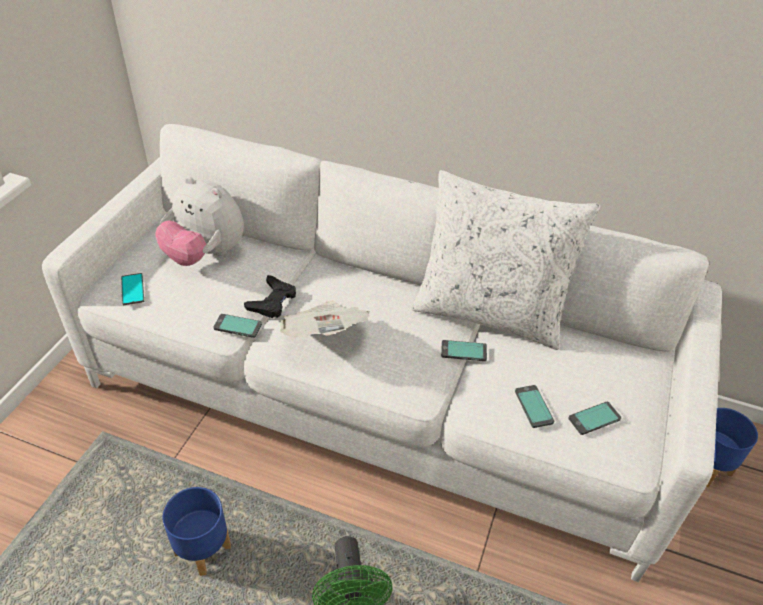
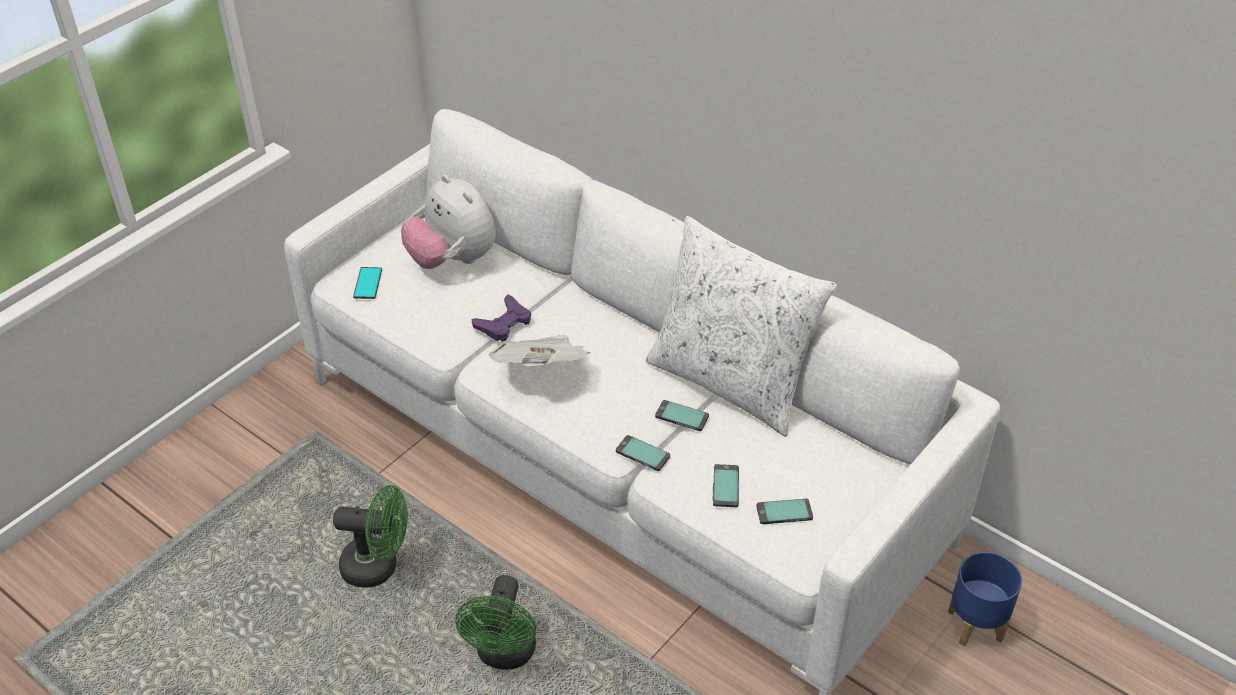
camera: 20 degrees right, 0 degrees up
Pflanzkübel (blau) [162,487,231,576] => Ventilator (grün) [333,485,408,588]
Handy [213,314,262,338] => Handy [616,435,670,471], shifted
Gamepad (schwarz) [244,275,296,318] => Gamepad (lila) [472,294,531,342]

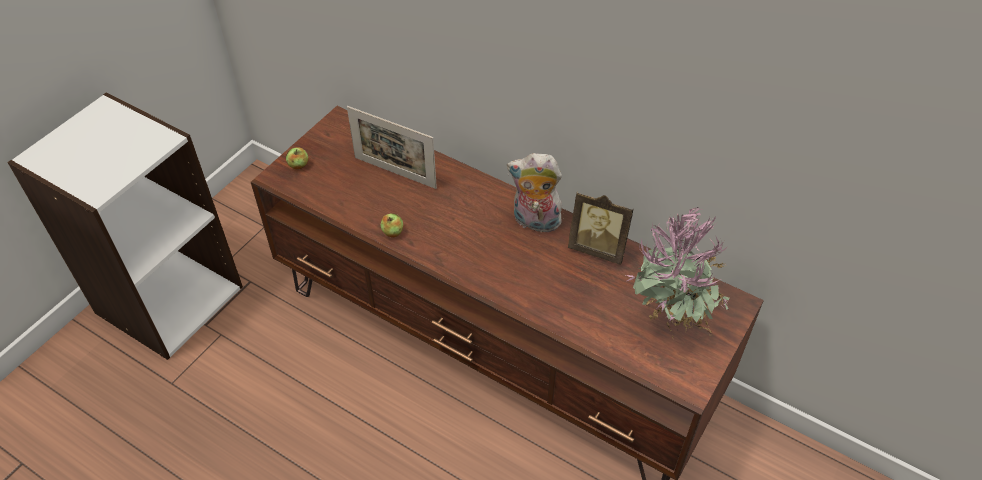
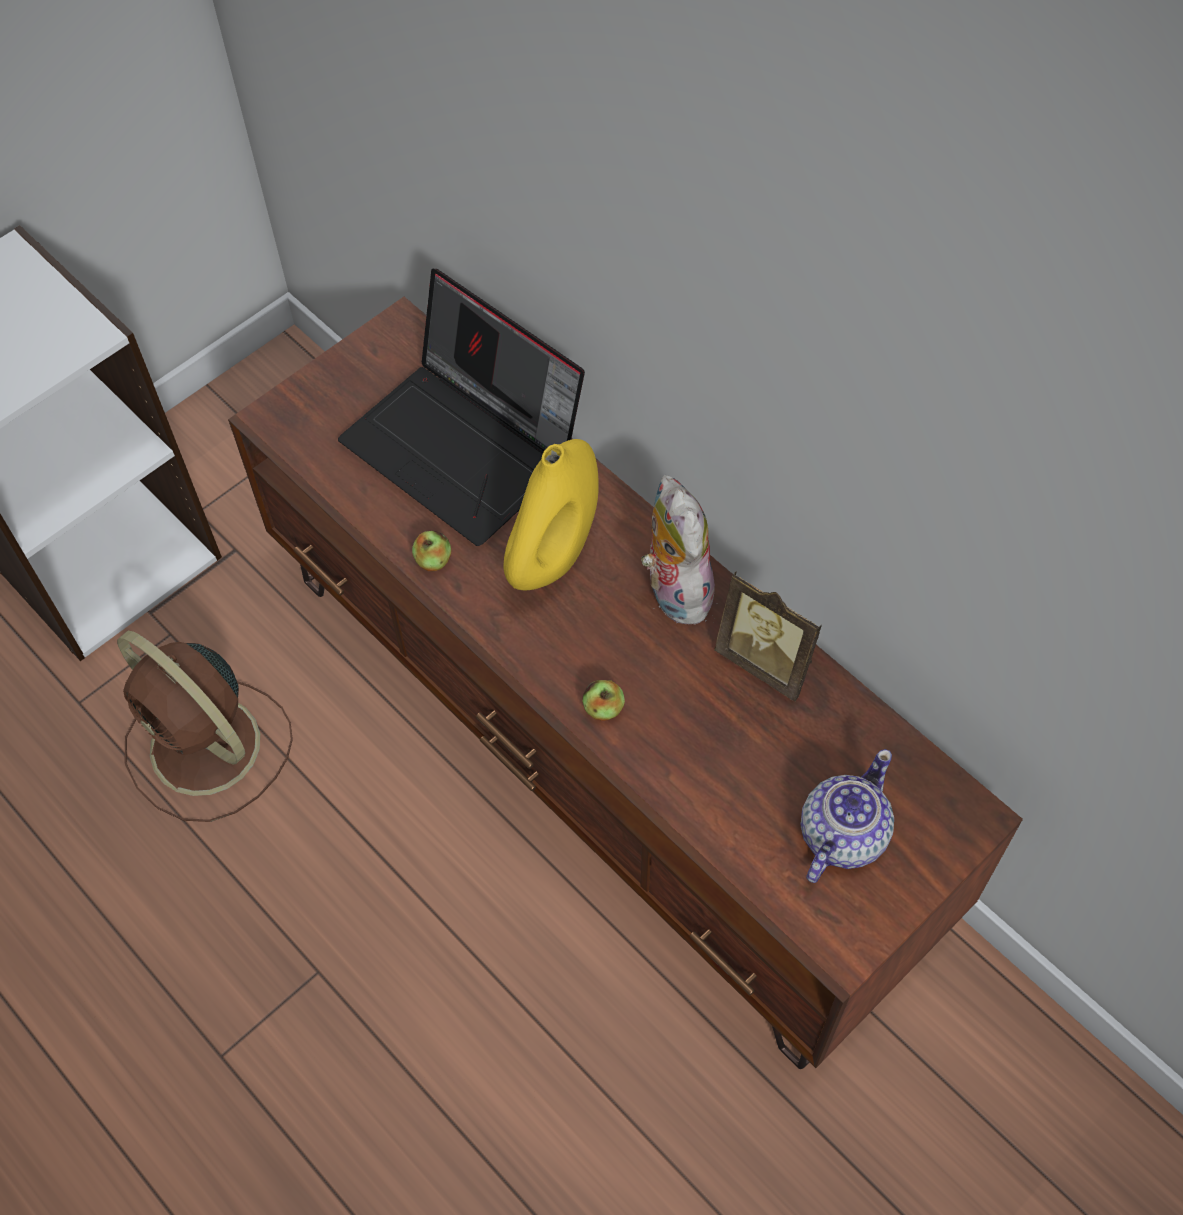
camera: 15 degrees right, 10 degrees up
Apfel [286,147,308,169] => Apfel [582,680,625,721], shifted
Bilderrahmen [347,106,437,189] => Laptop [338,269,585,546]
Plüschtier [507,153,562,232] => Plüschtier [641,475,715,624], 45 degrees clockwise
Topfpflanze [626,207,730,338] => Teekanne [801,749,894,883]
nothing => Ventilator (braun) [117,631,293,822]
nothing => Vase (gelb) [503,439,599,590]

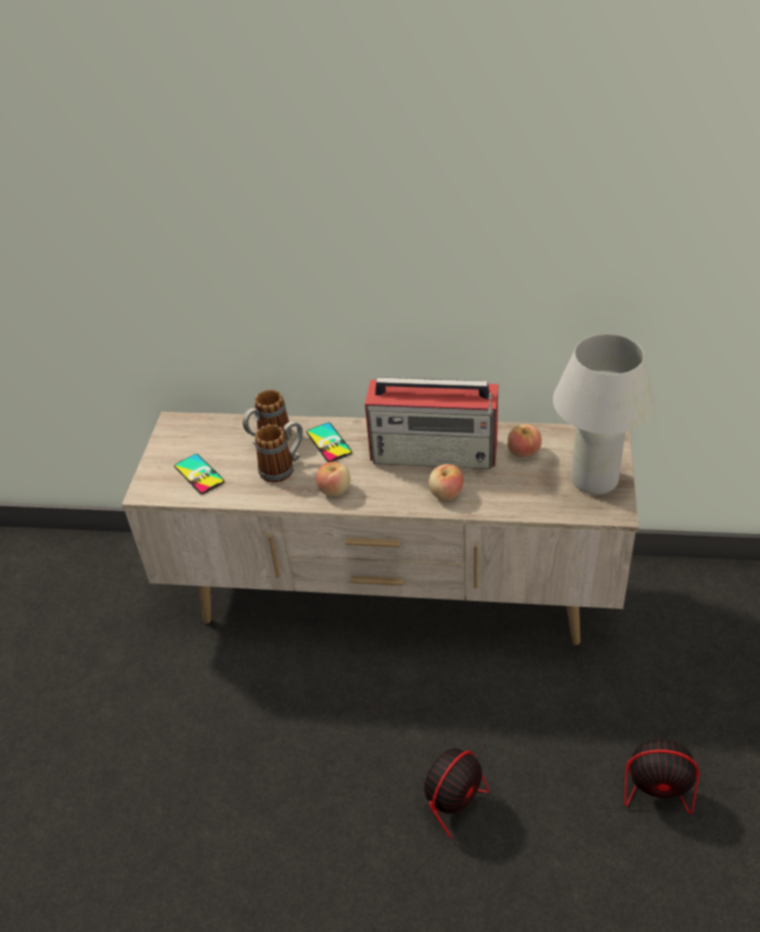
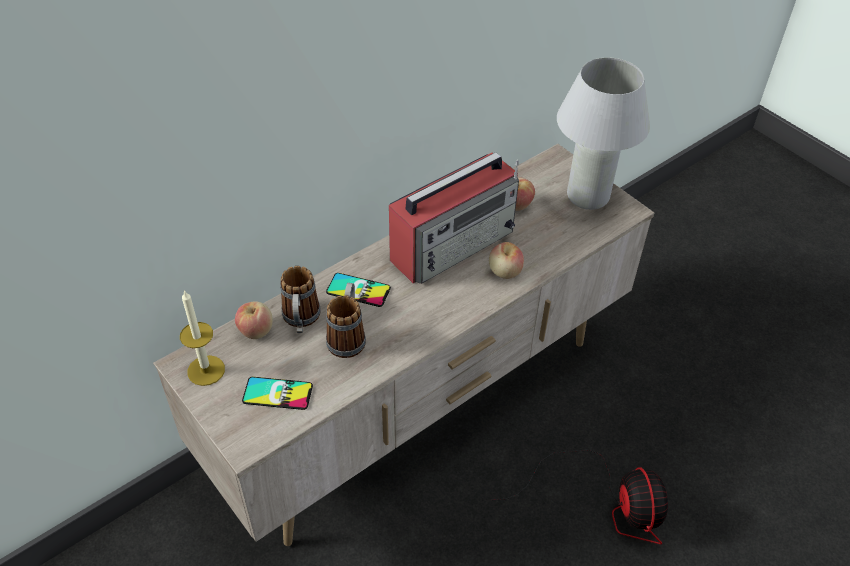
camera: 50 degrees left, 5 degrees up
Apfel [316,462,351,496] => Apfel [235,302,273,339], shifted
Ventilator [624,674,750,814] => nothing
nothing => Kerze [180,290,225,386]

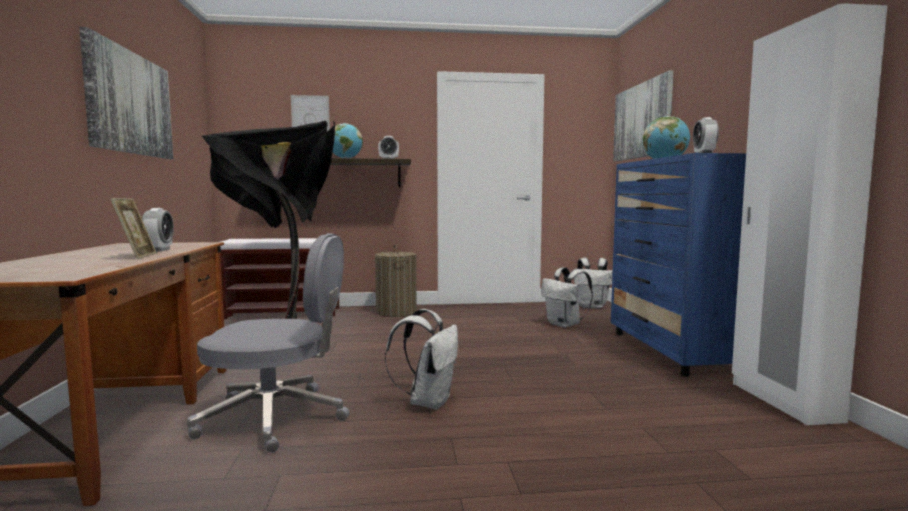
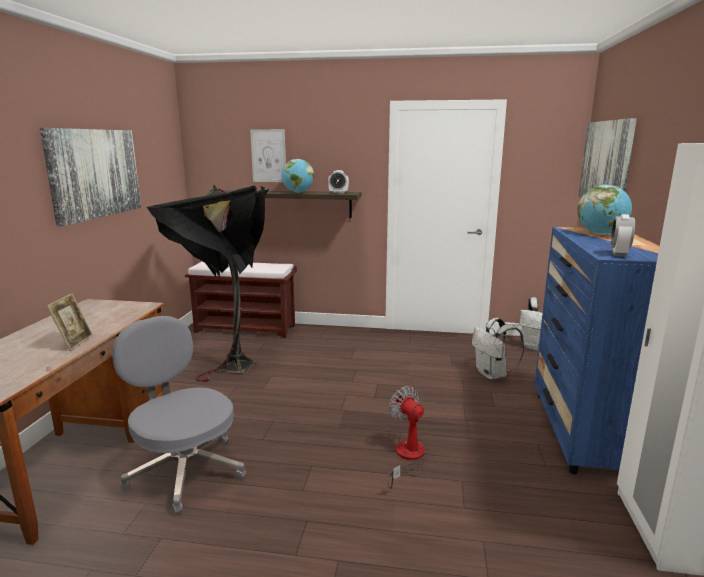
camera: 15 degrees right, 10 degrees up
Wecker [142,208,174,252] => nothing
Bürostuhl (grau) [187,233,350,453] => Bürostuhl (grau) [112,316,246,514], 150 degrees counterclockwise
Wäschekorb [375,244,417,317] => nothing
Rucksack (weiß) [385,309,458,410] => nothing
nothing => Ventilator [387,386,425,489]

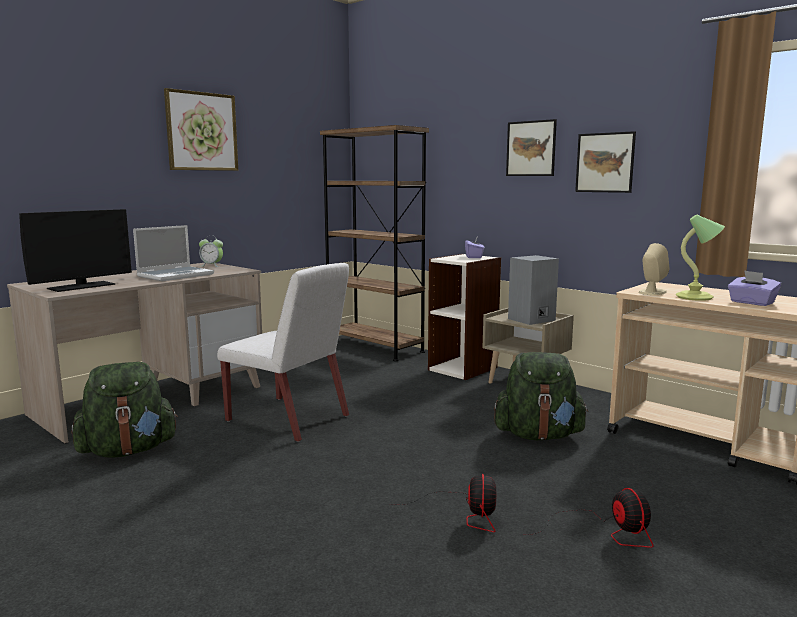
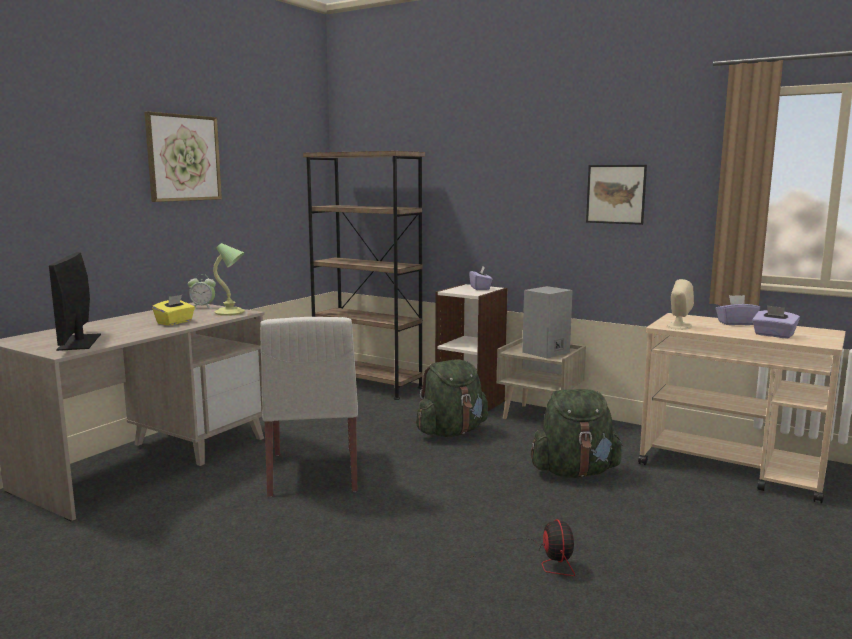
camera: 10 degrees left, 0 degrees up
Monitor [19,209,132,292] => Monitor [49,252,101,351], 135 degrees clockwise
Rucksack (grün) [71,362,178,457] => Rucksack (grün) [416,359,488,437], shifted
Laptop [133,225,214,281] => Taschentuchbox (gelb) [152,295,195,326]
Stuhl (weiß) [217,263,349,442] => Stuhl (weiß) [260,317,358,497], 60 degrees clockwise
Bild [506,119,557,176] => nothing
Ventilator [525,488,653,548] => nothing
Tischlampe [676,215,725,301] => Tischlampe [213,243,245,316], shifted
nothing => Taschentuchbox (lila) [716,295,760,325]

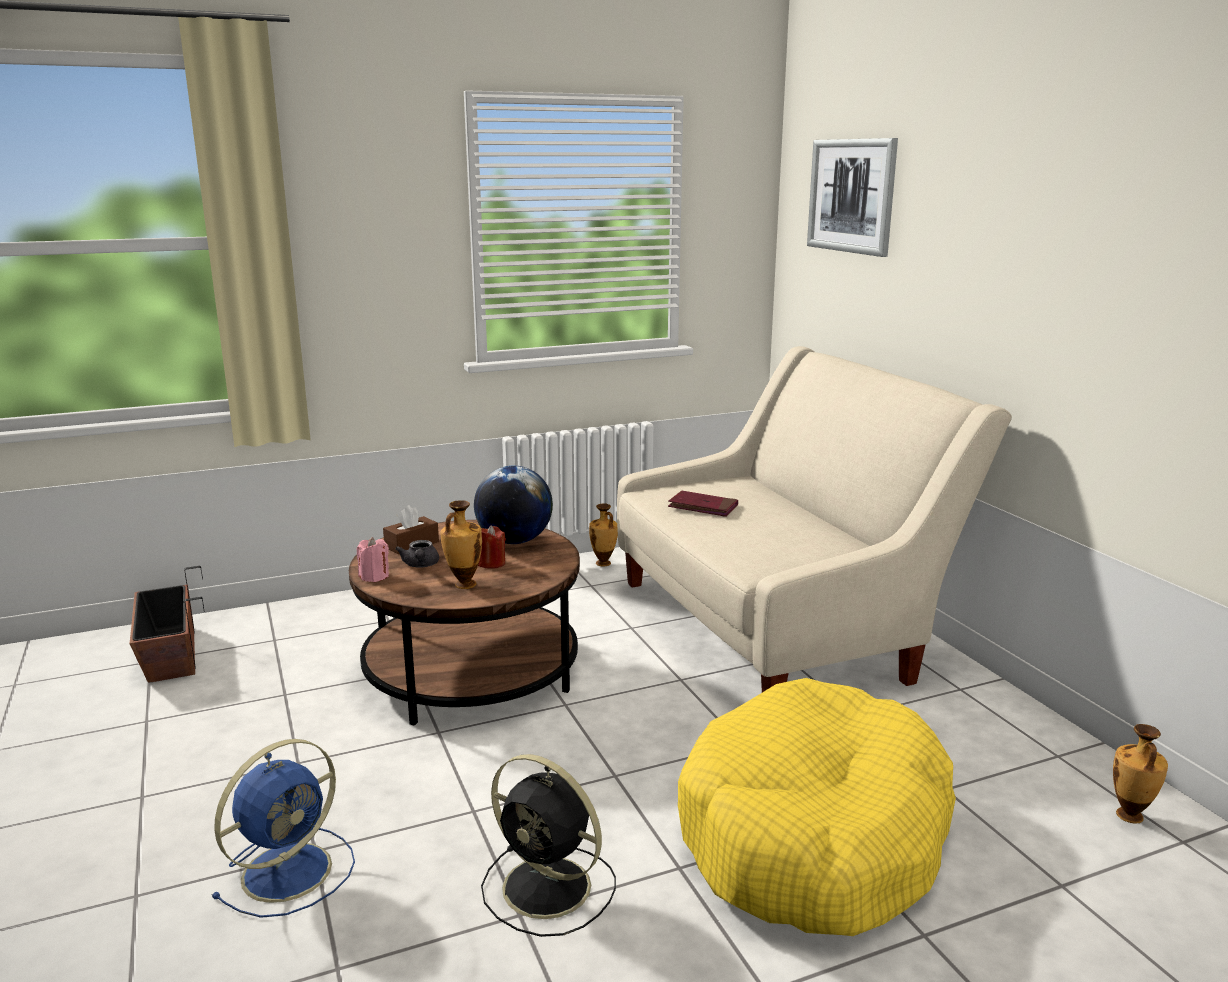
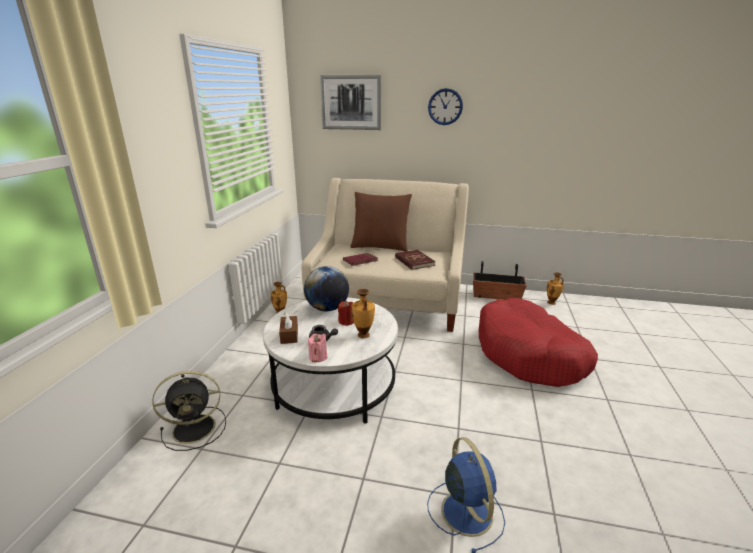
camera: 55 degrees left, 5 degrees up
Pflanzkübel [130,566,204,683] => Pflanzkübel [473,261,527,300], shifted
Couchtisch (braun) [349,520,580,726] => Couchtisch (weiß) [263,297,398,424]
Ventilator (schwarz) [481,754,616,937] => Ventilator (schwarz) [152,371,226,451], shifted
Hundebett (gelb) [678,678,956,936] => Hundebett (rot) [479,298,598,387]
nothing => Kissen (braun) [350,192,412,252]
nothing => Buch (rot) [395,250,436,270]
nothing => Wanduhr [428,88,463,125]

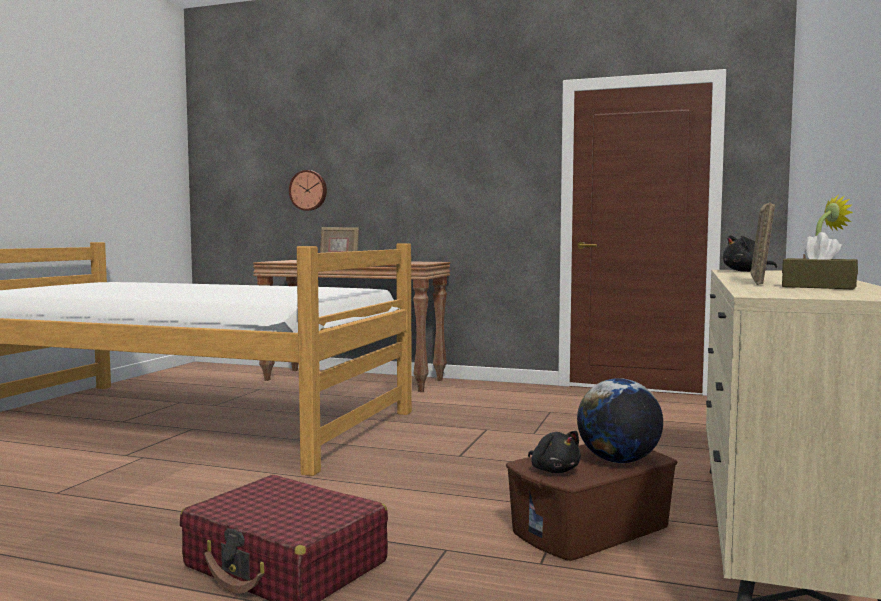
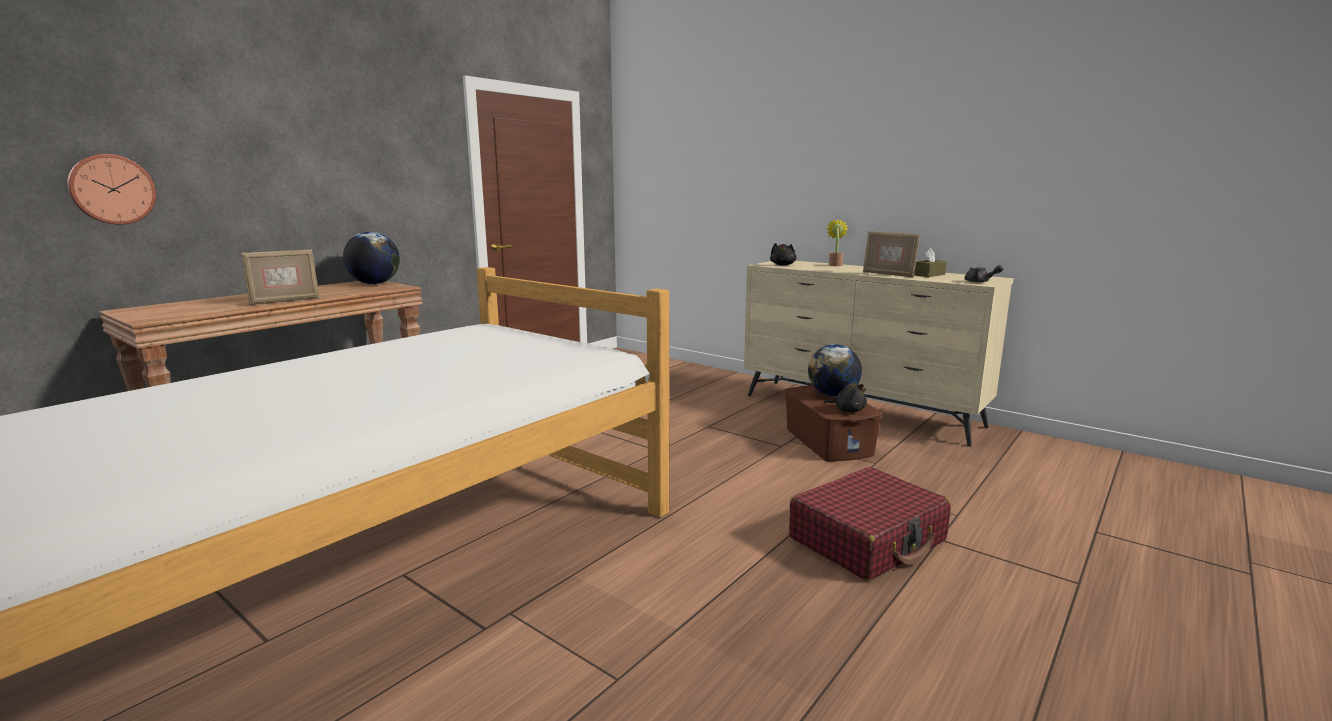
camera: 70 degrees left, 10 degrees up
Plüschtier (schwarz) [528,431,581,473] => Plüschtier (schwarz) [823,384,867,412], 45 degrees clockwise
nothing => Globus [343,232,400,284]
nothing => Teekanne (grau) [965,265,1003,283]

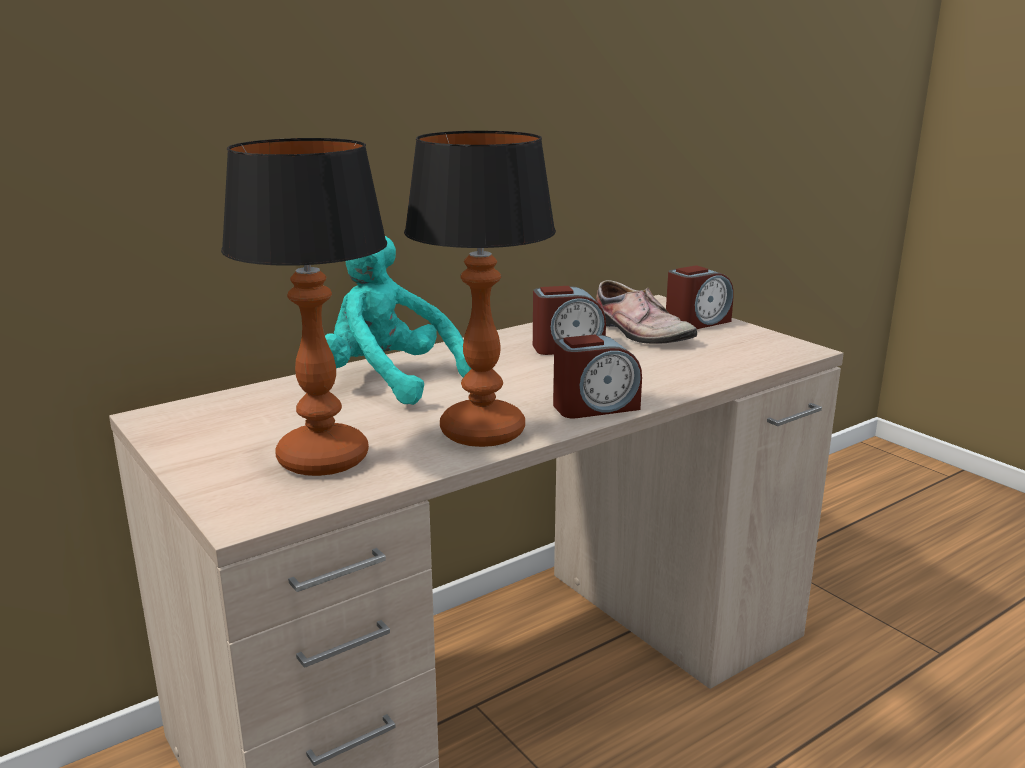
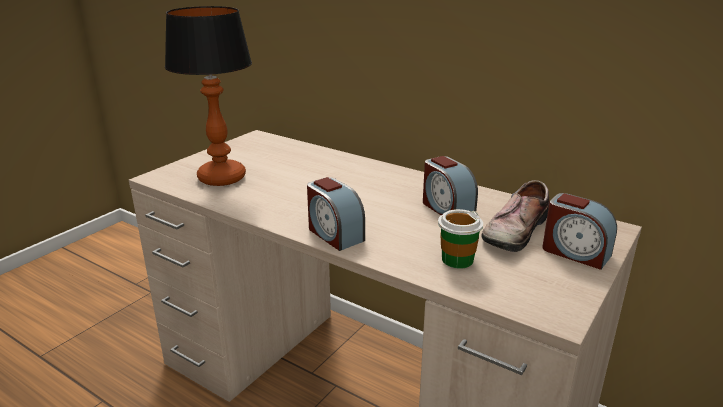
camera: 70 degrees right, 5 degrees up
Plüschtier (türkis) [325,236,471,405] => nothing
Tischlampe [404,131,556,447] => nothing
nothing => Tasse [438,209,483,269]

